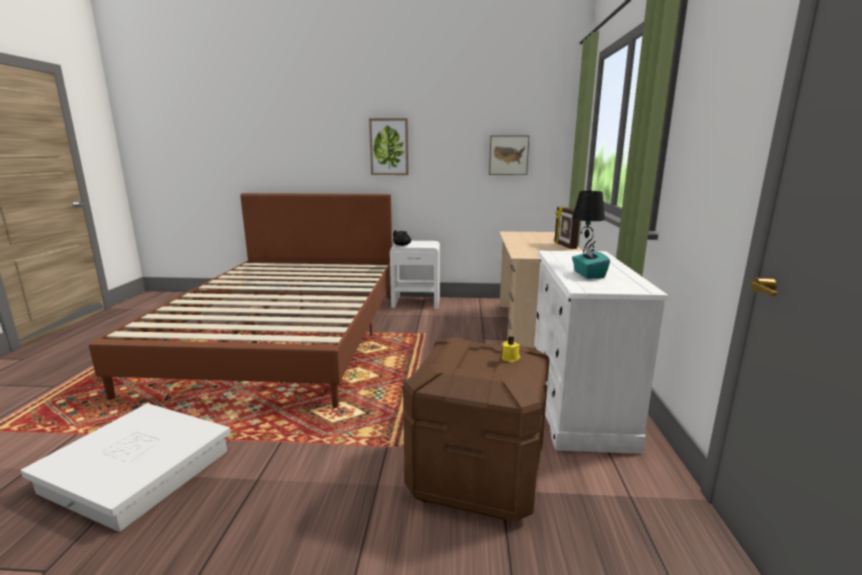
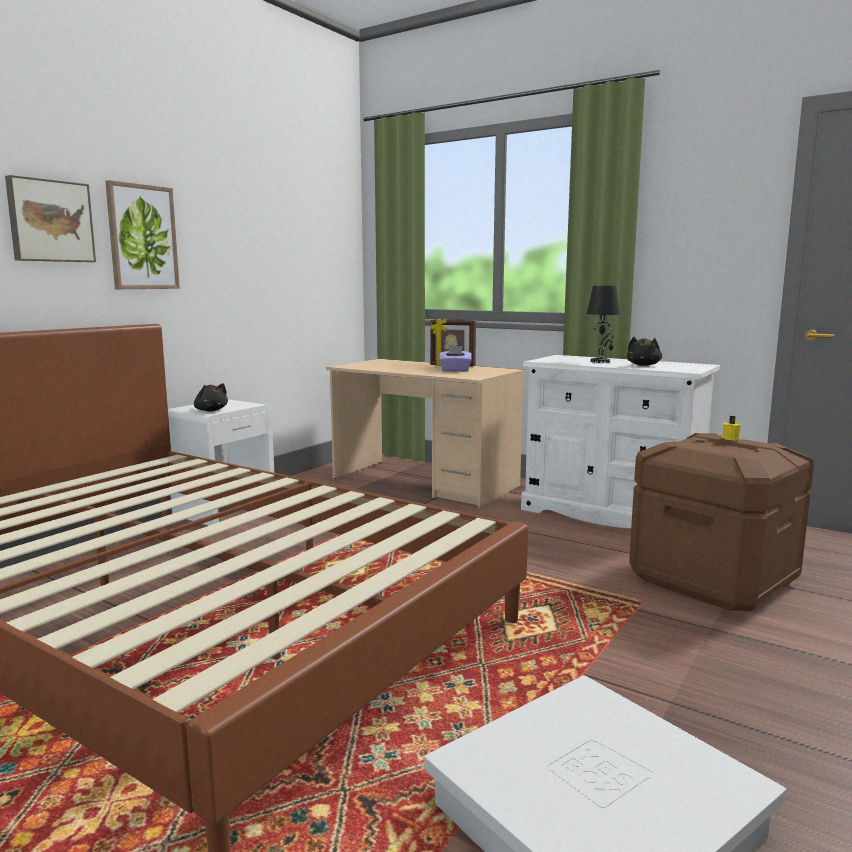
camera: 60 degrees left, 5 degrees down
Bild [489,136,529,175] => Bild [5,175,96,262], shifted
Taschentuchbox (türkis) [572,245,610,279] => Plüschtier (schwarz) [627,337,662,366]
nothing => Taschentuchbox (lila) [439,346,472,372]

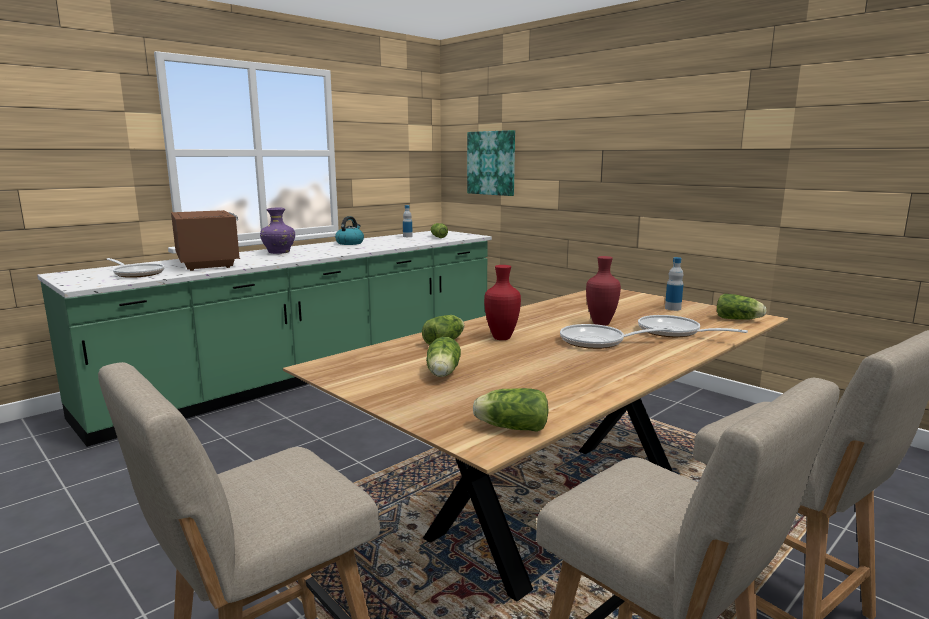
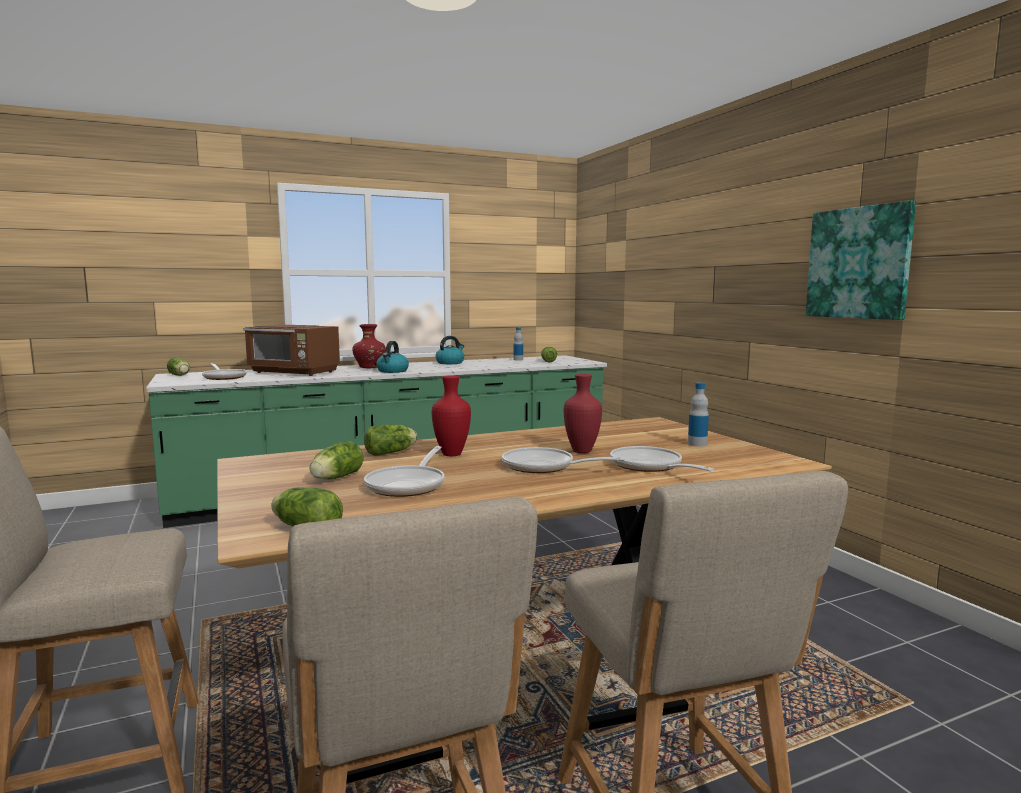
camera: 20 degrees right, 5 degrees down
Mikrowelle (braun) [171,210,240,271] => Mikrowelle (braun) [244,325,340,376], 120 degrees clockwise
Vase (lila) [260,208,295,254] => Vase (rot) [352,324,386,368]
Bild [467,130,515,196] => Bild [806,200,916,320], shifted
Salatkopf [717,294,766,320] => Salatkopf [167,357,190,376], shifted
nothing => Pfanne [364,446,445,497]
nothing => Wasserkessel [376,341,409,373]

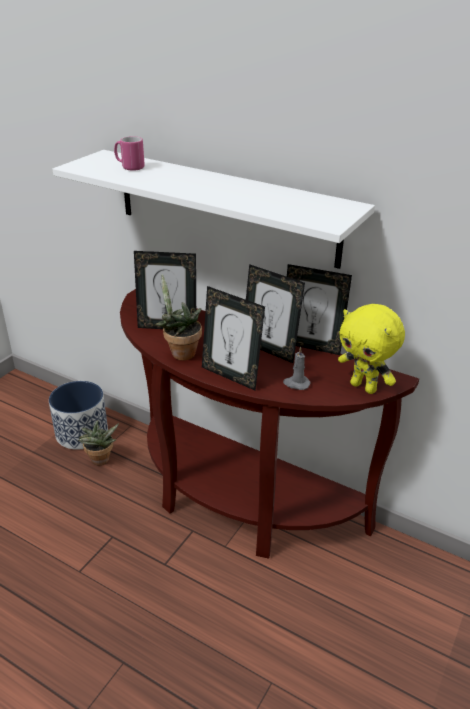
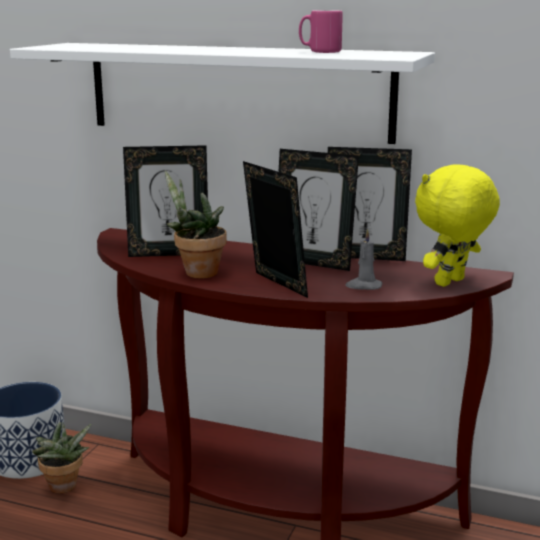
camera: 10 degrees left, 15 degrees down
Henkelbecher (rosa) [114,136,145,171] => Henkelbecher (rosa) [299,10,343,53], shifted
Bilderrahmen [202,286,265,390] => Bilderrahmen [243,161,308,298], 150 degrees counterclockwise
Plüschtier (gelb) [338,304,405,394] => Plüschtier (gelb) [415,164,500,287], 105 degrees clockwise

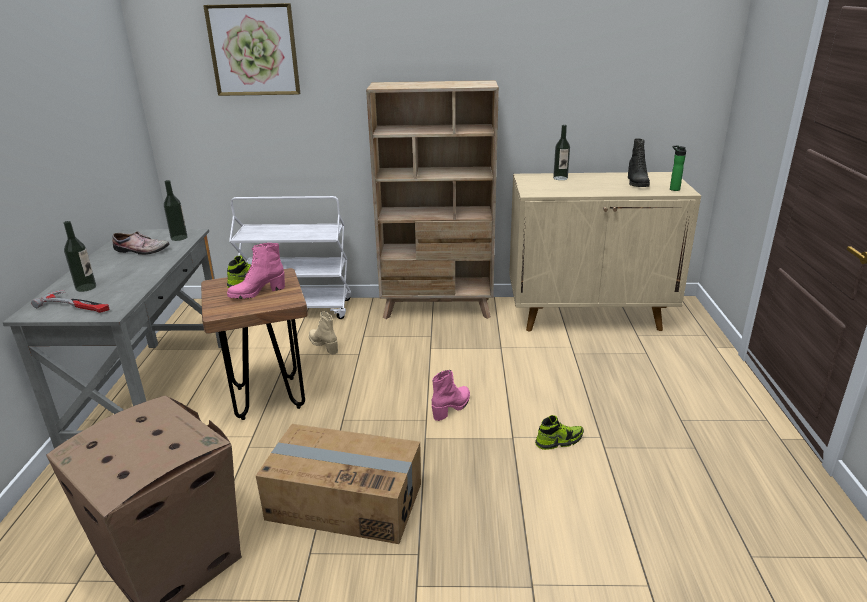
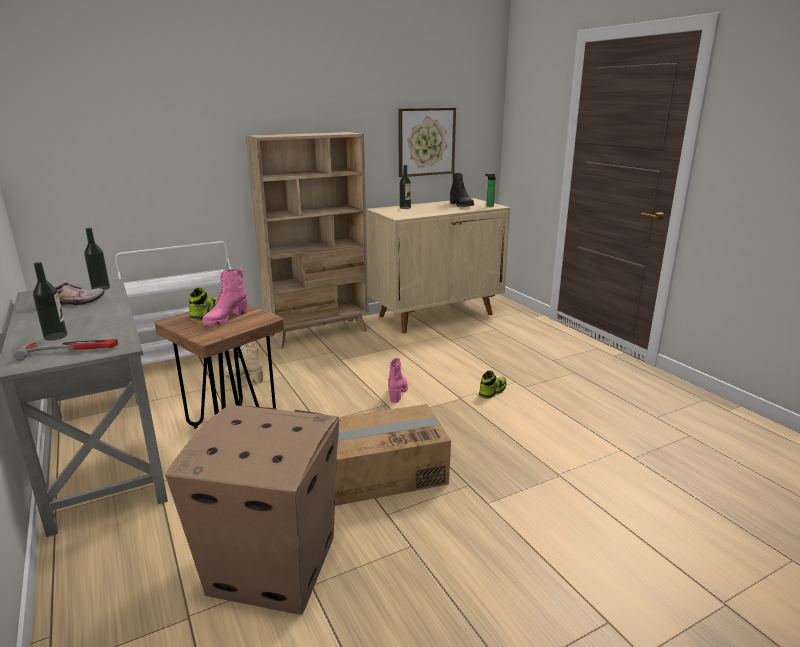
camera: 30 degrees left, 5 degrees down
Bild [203,3,300,96] => Bild [398,108,456,177], shifted

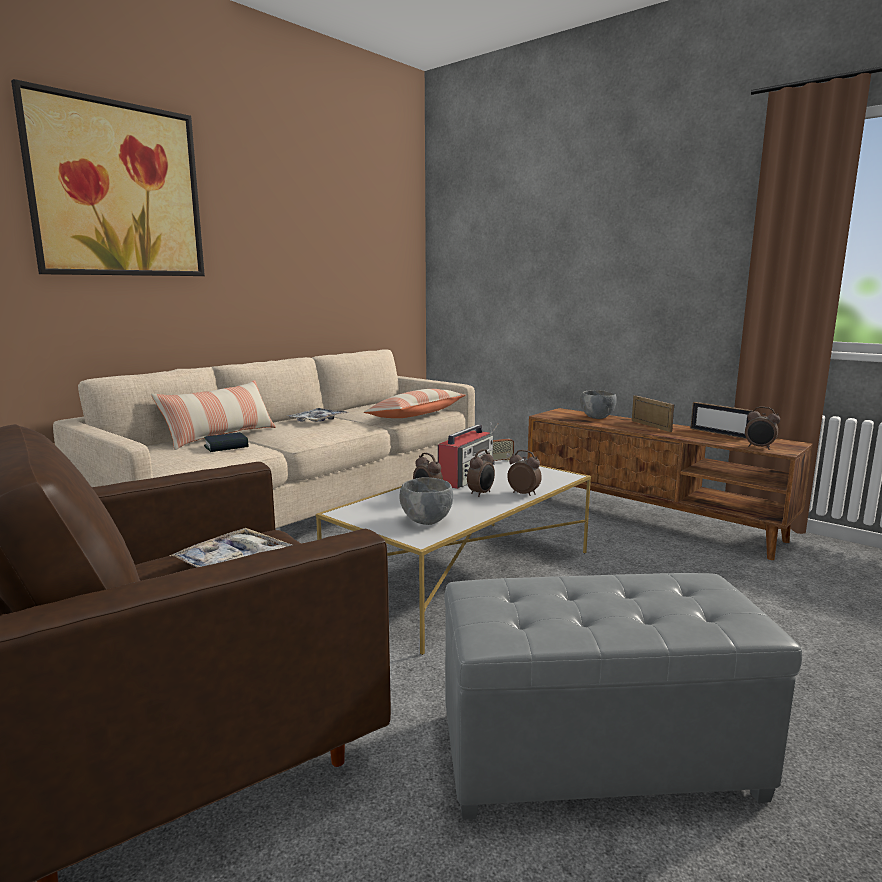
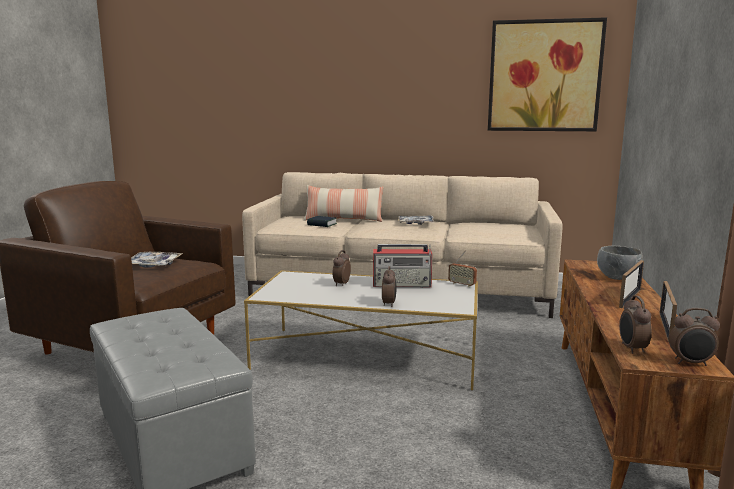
camera: 60 degrees right, 0 degrees up
Bild [11,79,205,276] => Bild [488,17,607,131], shifted
Kissen [364,389,465,418] => nothing
Schüssel (grau) [399,477,453,525] => nothing
Wecker [467,449,495,497] => Wecker [669,308,720,366], shifted

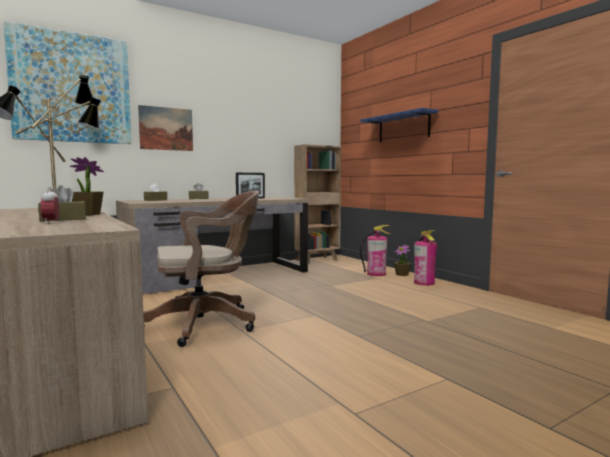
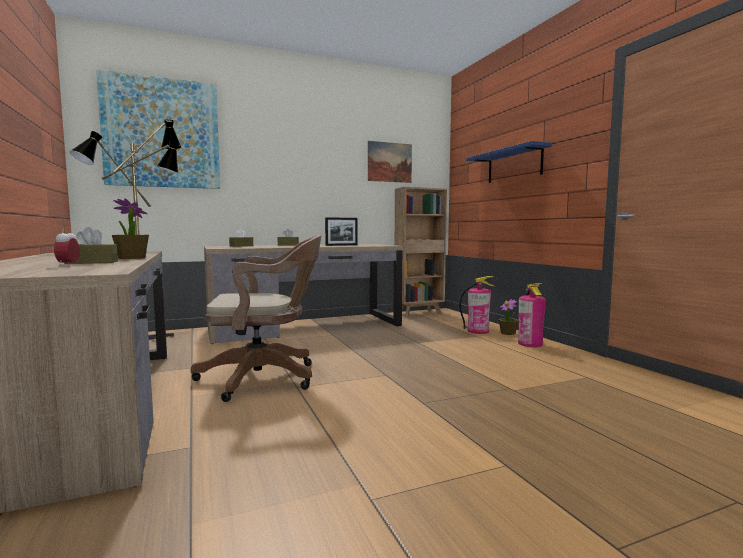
camera: 10 degrees right, 0 degrees up
Bild [138,105,193,151] => Bild [368,141,412,183], shifted

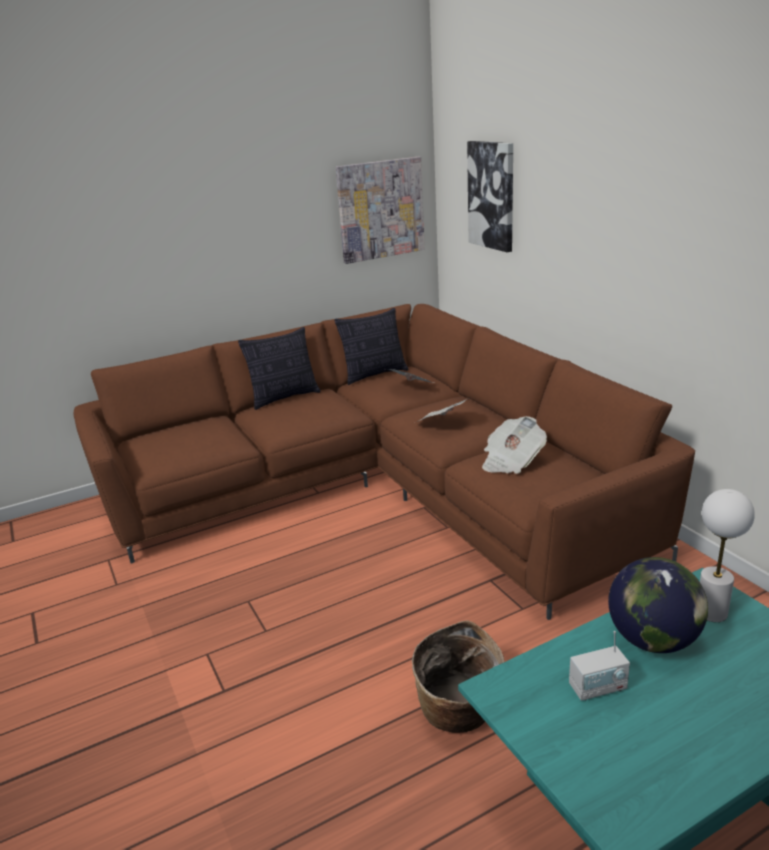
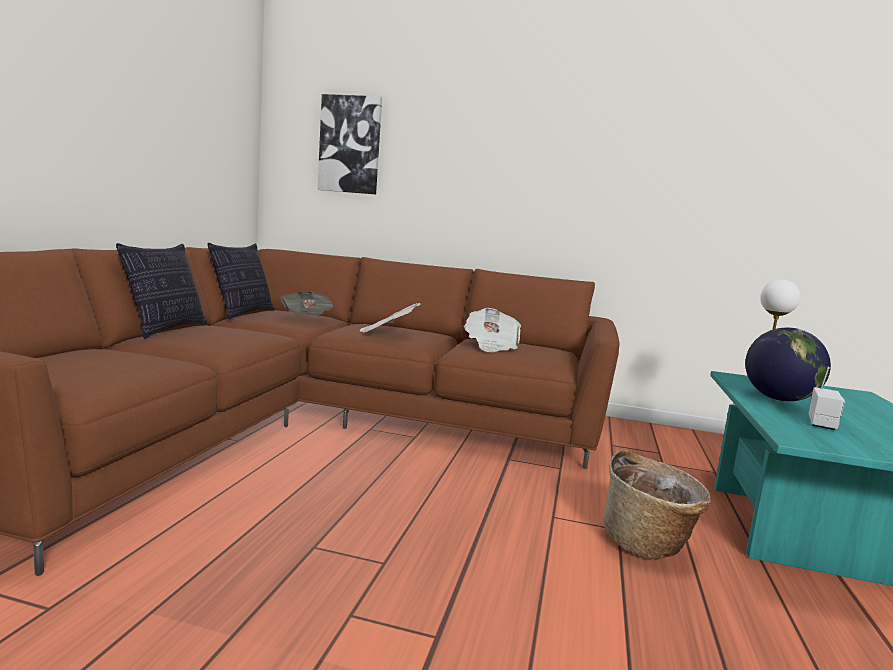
camera: 50 degrees left, 15 degrees down
Bild [336,157,425,264] => nothing

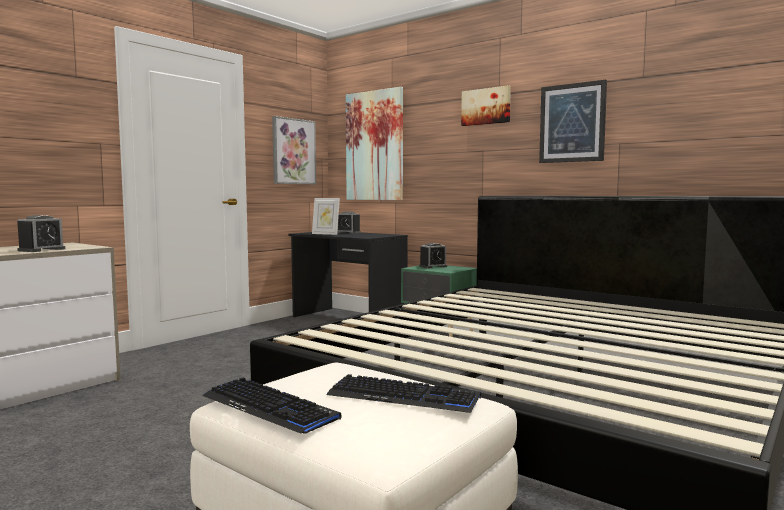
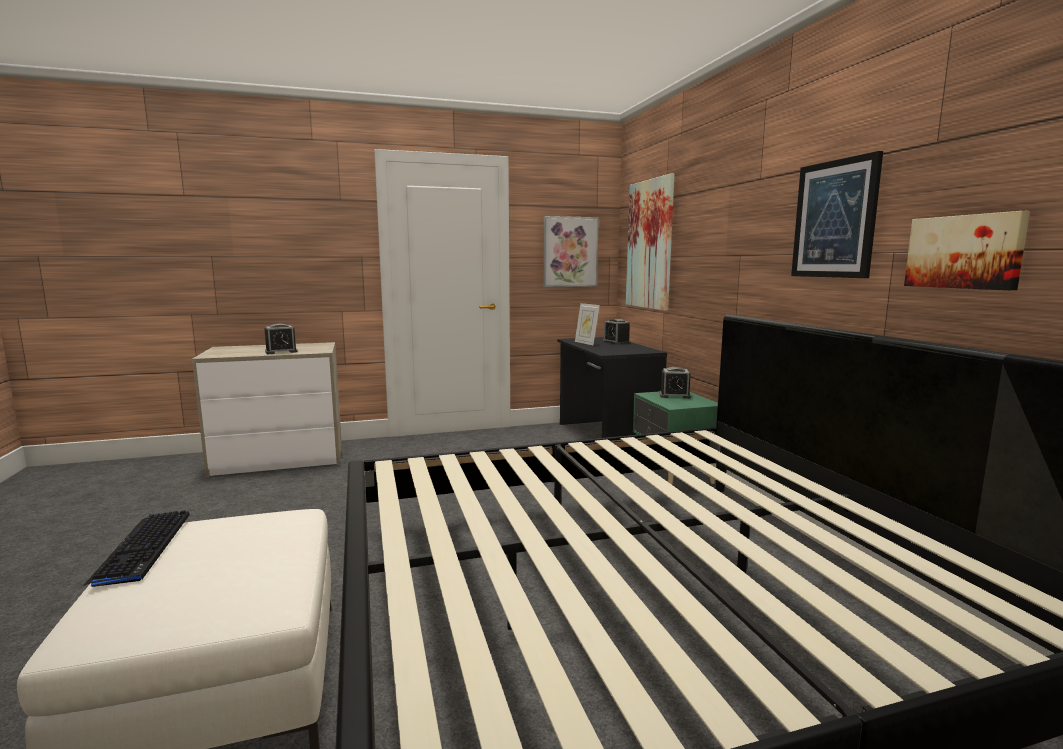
camera: 35 degrees right, 5 degrees up
Tastatur [327,374,481,413] => nothing
Bild [461,86,511,126] => Bild [904,211,1030,290], shifted

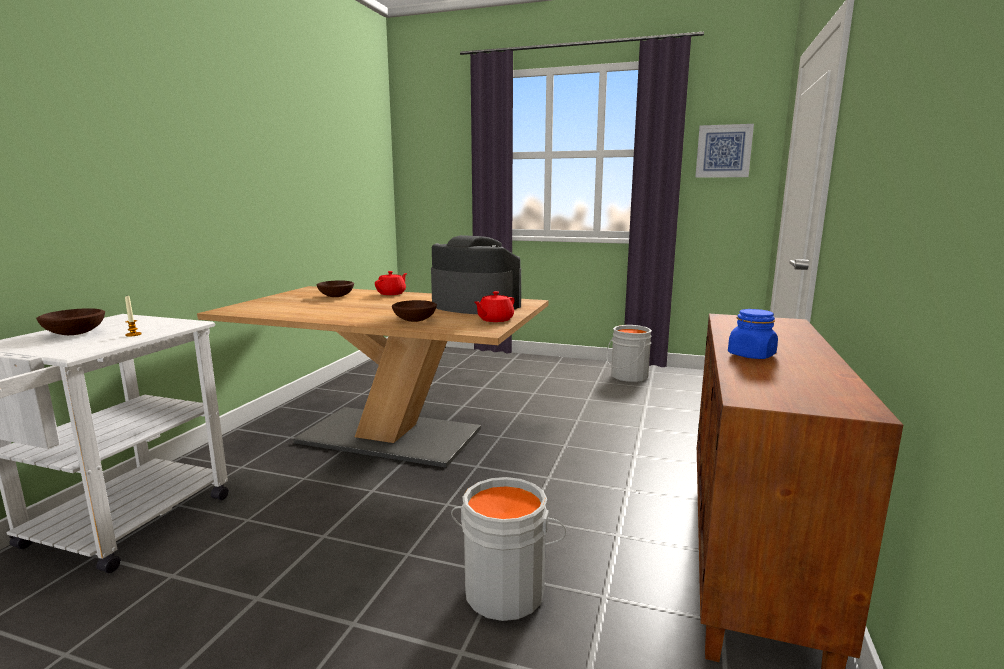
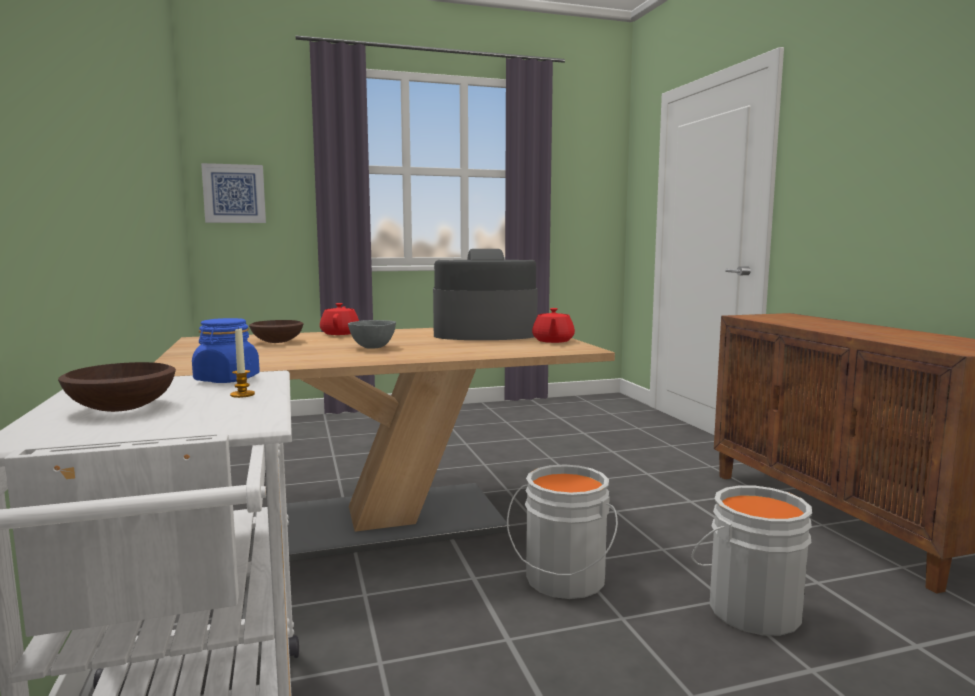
camera: 35 degrees left, 5 degrees down
Schüssel (braun) [392,300,437,322] => nothing
Eimer (grau) [606,325,652,382] => Eimer (grau) [507,464,618,599], shifted
Bild [695,124,754,178] => Bild [201,163,266,223], shifted
Vorratsglas (blau) [728,309,778,359] => Vorratsglas (blau) [192,318,260,383], shifted
nothing => Schüssel (grau) [348,320,396,349]

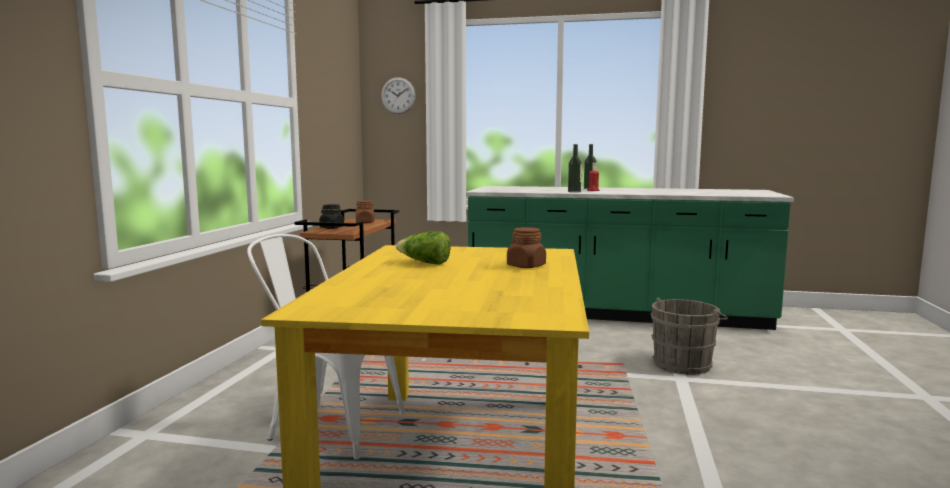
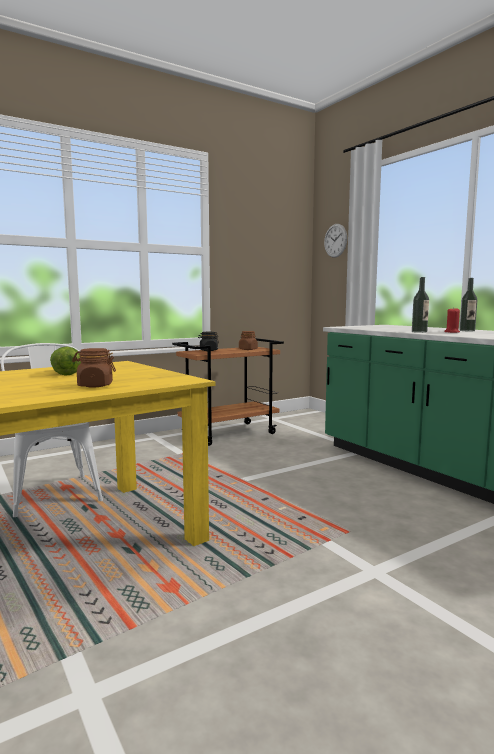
camera: 45 degrees right, 0 degrees up
Eimer (grau) [650,298,728,375] => nothing

